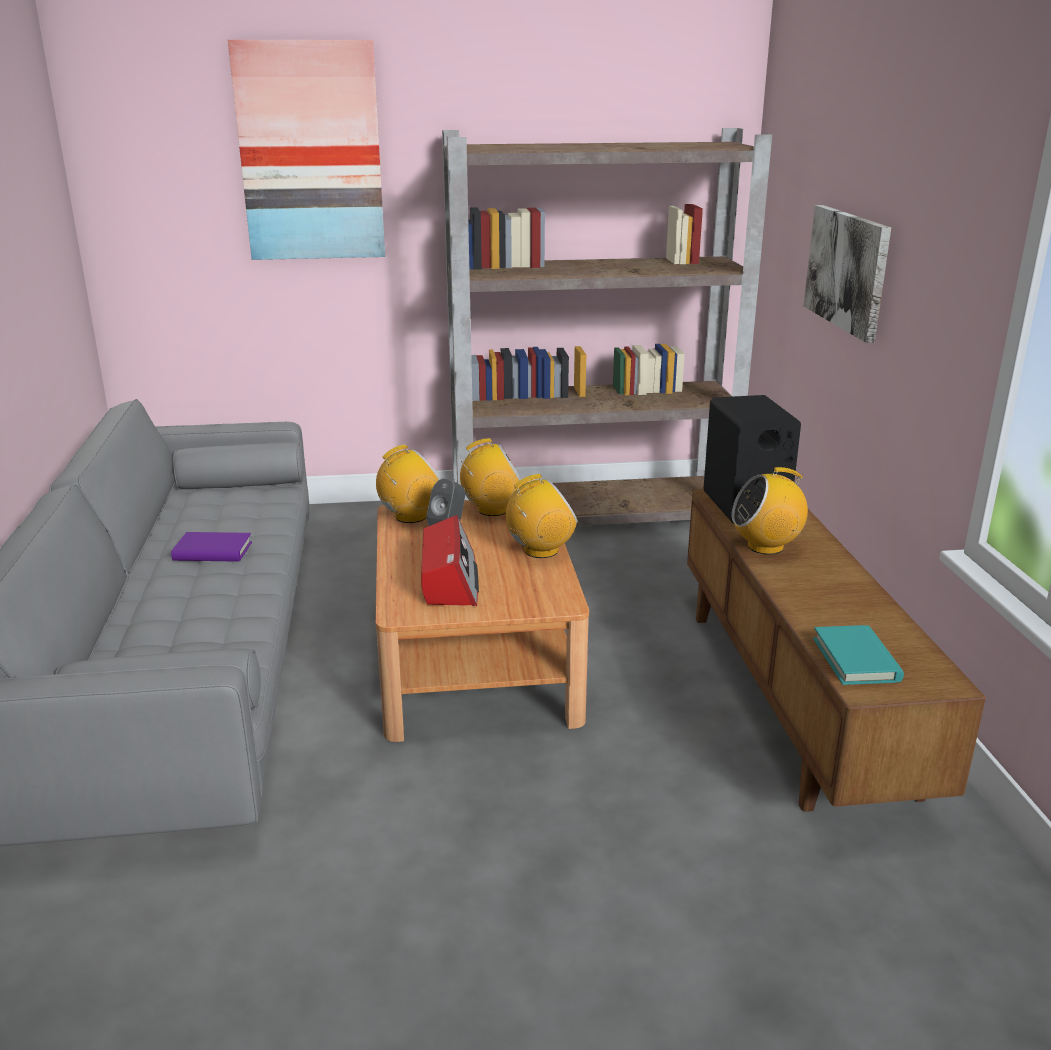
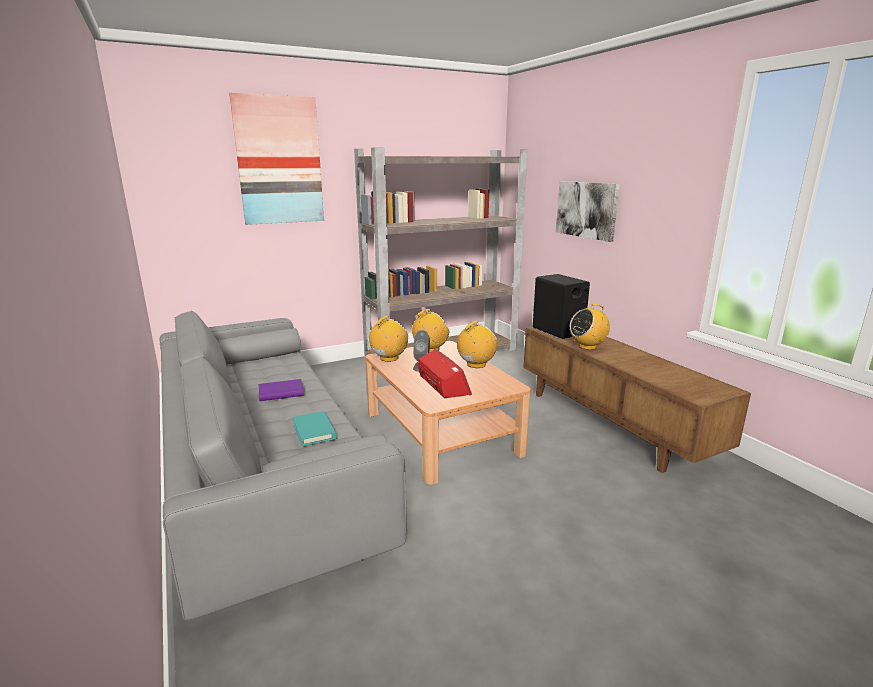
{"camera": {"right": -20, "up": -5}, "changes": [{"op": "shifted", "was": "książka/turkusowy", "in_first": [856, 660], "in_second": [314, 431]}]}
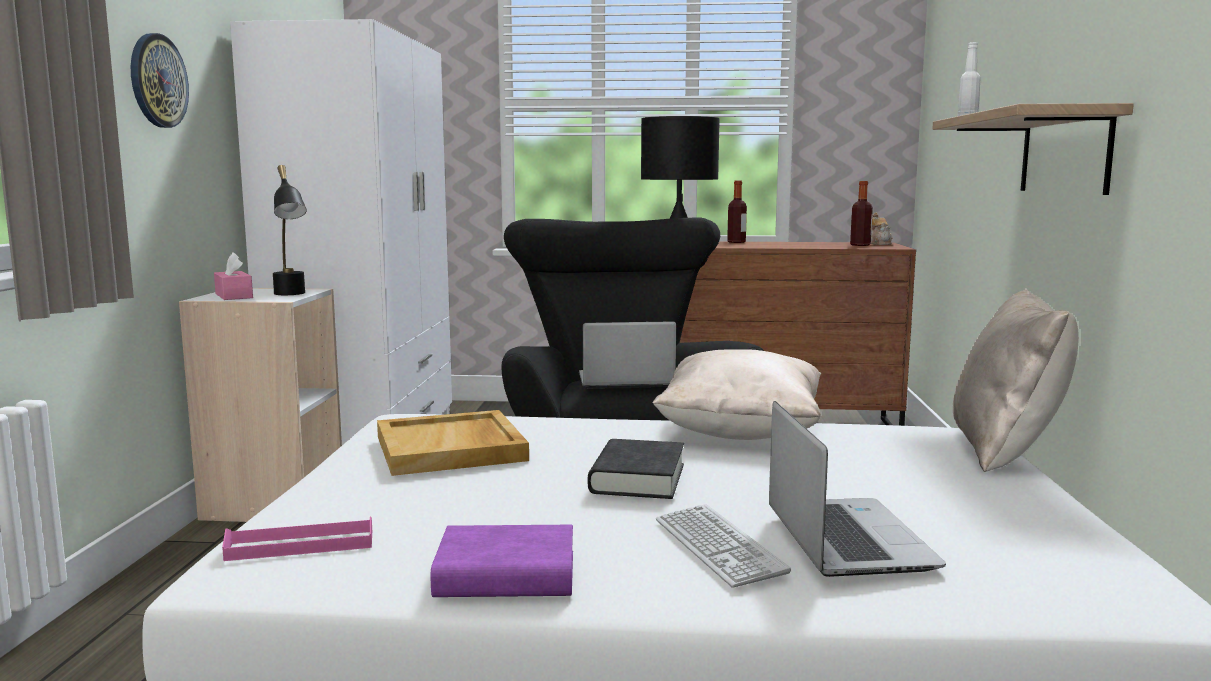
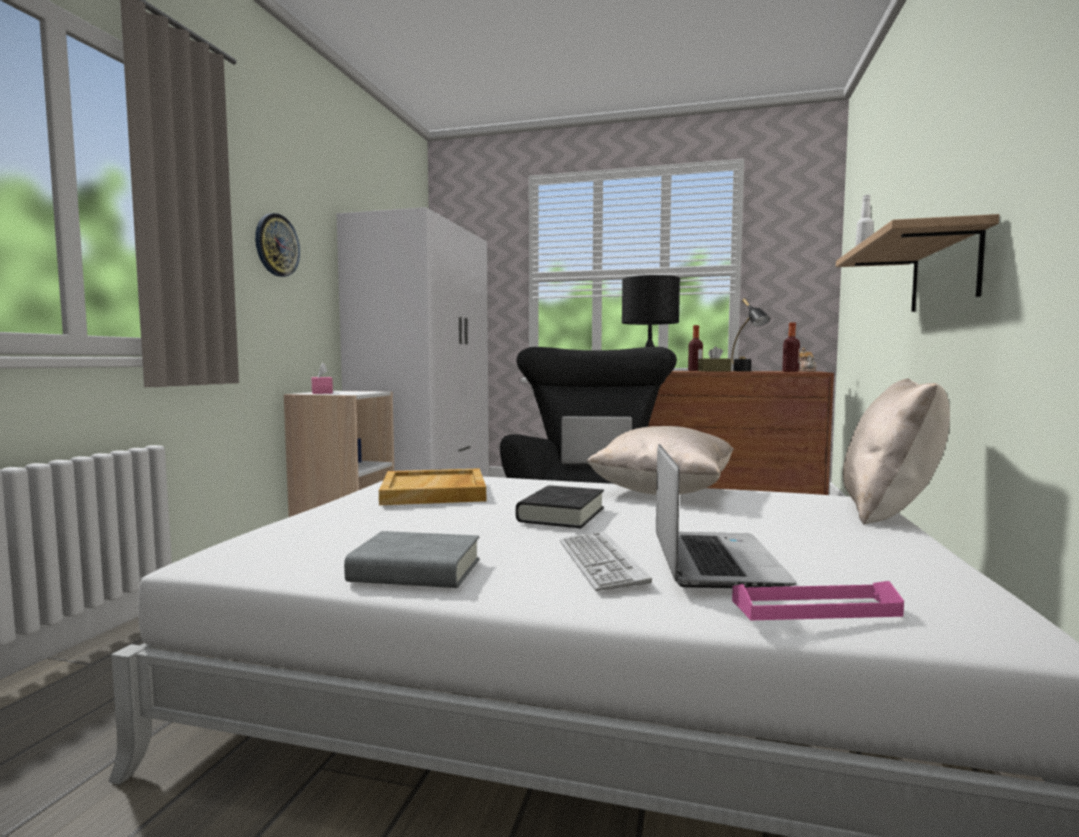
{"camera": {"right": 10, "up": -5}, "changes": [{"op": "shifted", "was": "taca/różowy", "in_first": [300, 545], "in_second": [815, 608]}, {"op": "shifted", "was": "lampa stołowa/czarny", "in_first": [291, 295], "in_second": [747, 371]}, {"op": "repainted", "was": "książka/fioletowy", "now": "książka/szary", "in_first": [506, 575], "in_second": [416, 571]}, {"op": "new", "now": "pudełko chusteczek/brązowy", "in_second": [714, 371]}]}
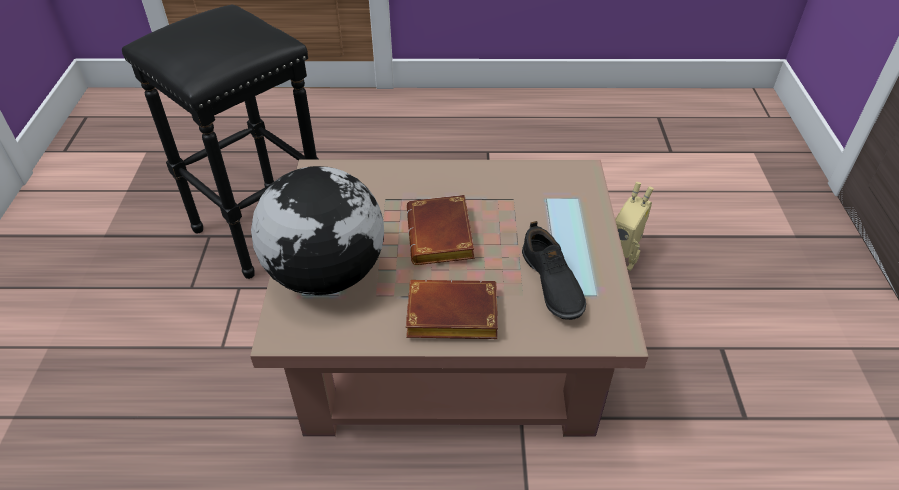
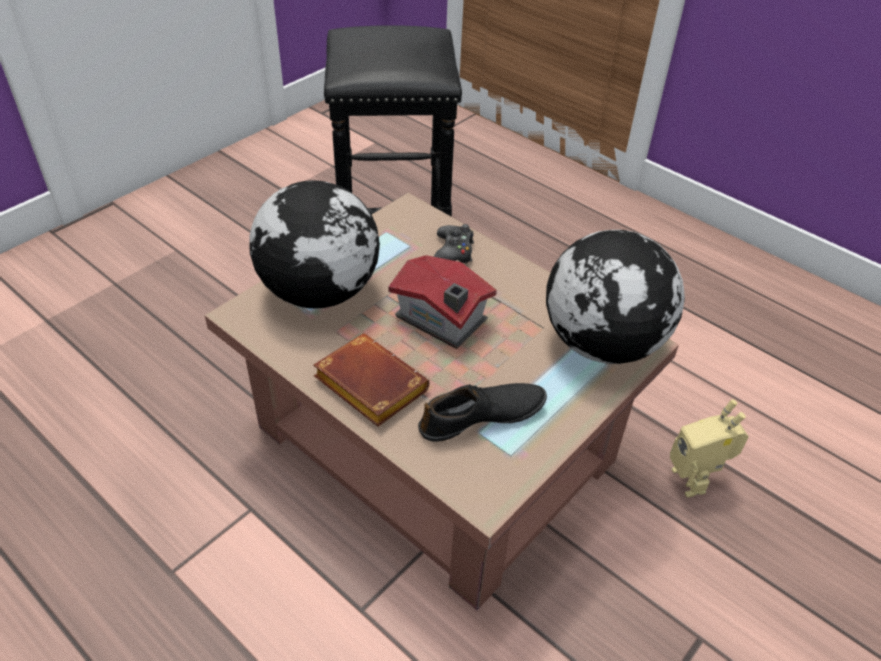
{"camera": {"right": 40, "up": 0}, "changes": [{"op": "swapped", "was": "książka/brązowy", "now": "domek", "in_first": [443, 237], "in_second": [441, 321]}, {"op": "rotated", "was": "but/czarny", "in_first": [551, 284], "in_second": [482, 417], "clockwise": -135}, {"op": "new", "now": "pad do gier/czarny", "in_second": [453, 251]}, {"op": "new", "now": "globus", "in_second": [603, 344]}]}
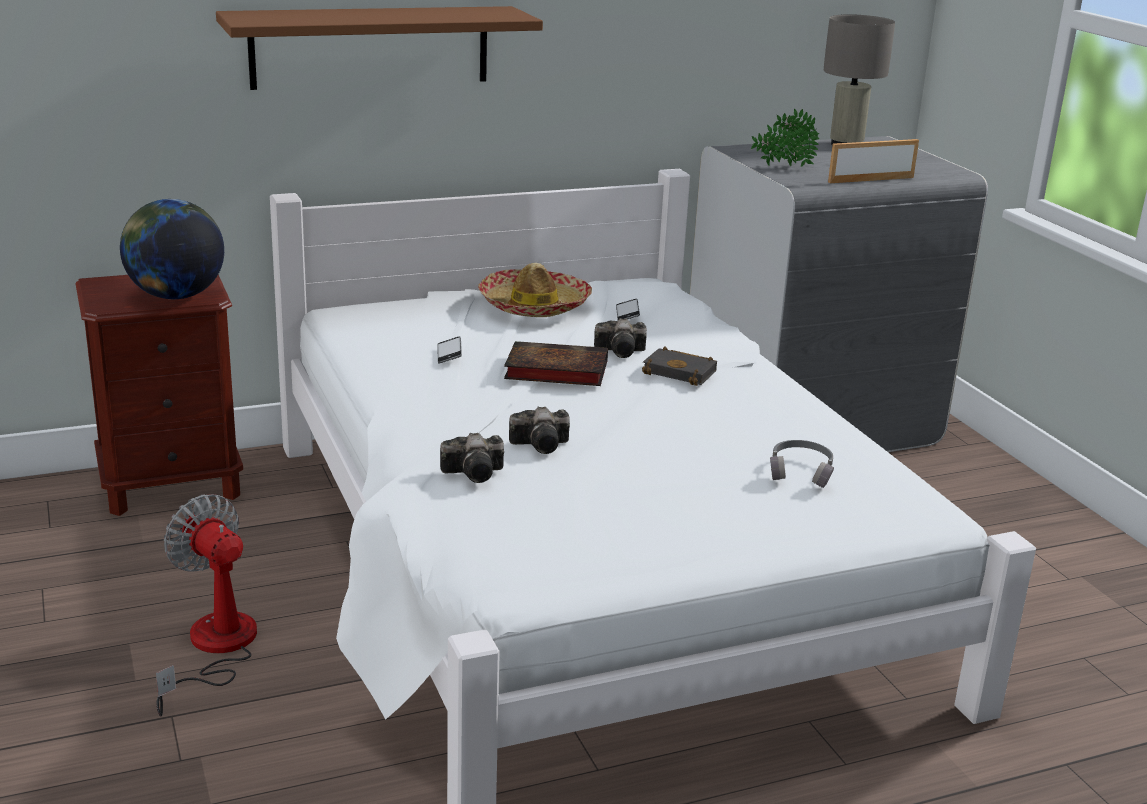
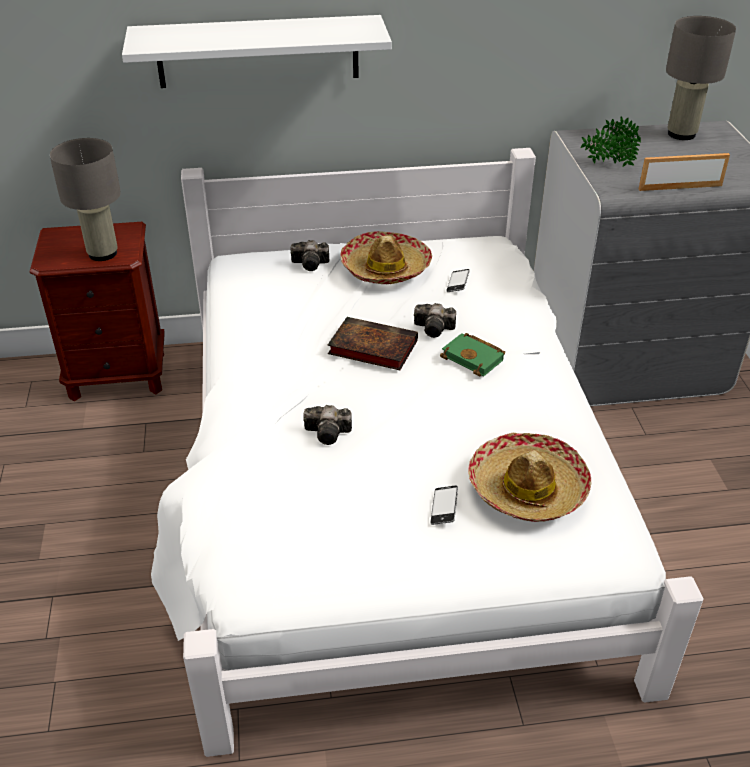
{"camera": {"right": 15, "up": 15}, "changes": [{"op": "swapped", "was": "globus", "now": "lampa stołowa/szary", "in_first": [175, 296], "in_second": [102, 253]}, {"op": "gone", "was": "wentylator", "in_first": [214, 649]}, {"op": "repainted", "was": "półka/brązowy", "now": "półka/biały", "in_first": [370, 47], "in_second": [258, 51]}, {"op": "shifted", "was": "telefon", "in_first": [449, 354], "in_second": [444, 508]}, {"op": "shifted", "was": "aparat fotograficzny", "in_first": [476, 473], "in_second": [312, 264]}, {"op": "repainted", "was": "książka/czarny", "now": "książka/zielony", "in_first": [682, 372], "in_second": [475, 358]}, {"op": "swapped", "was": "słuchawki/szary", "now": "kapelusz", "in_first": [801, 471], "in_second": [527, 488]}]}
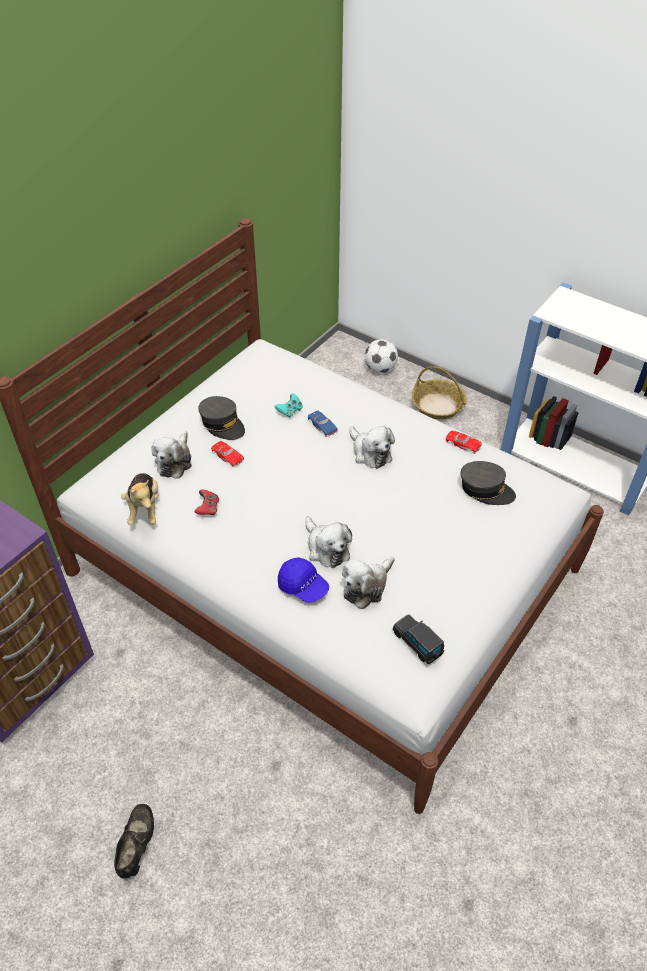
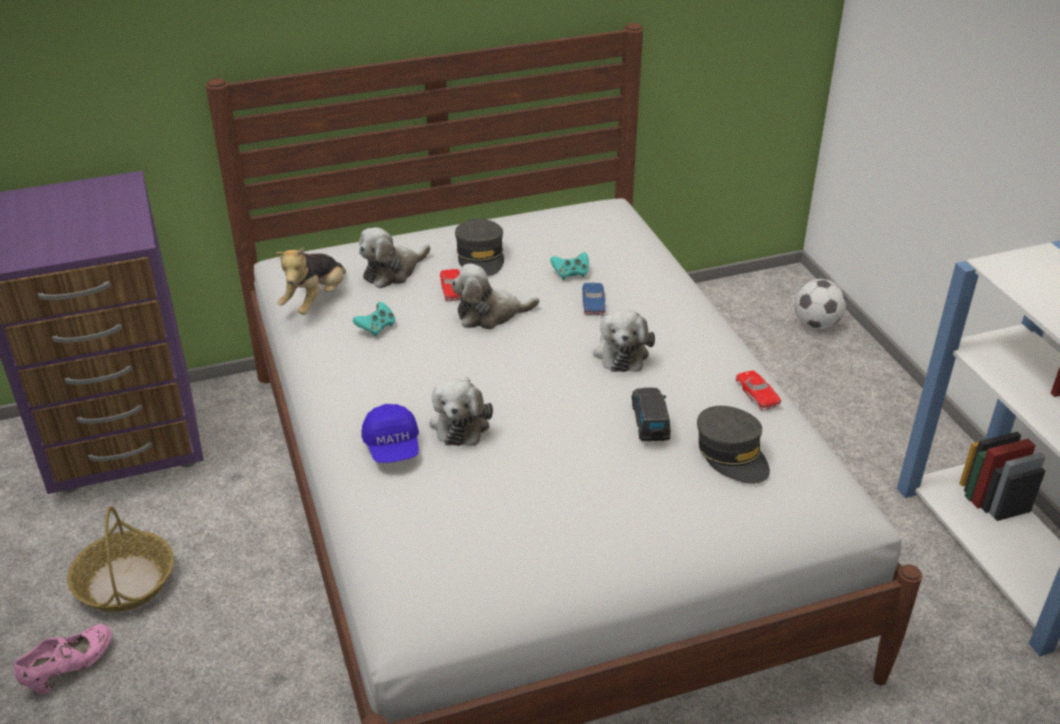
{"camera": {"right": 35, "up": -10}, "changes": [{"op": "repainted", "was": "but/czarny", "now": "but/różowy", "in_first": [137, 845], "in_second": [71, 668]}, {"op": "repainted", "was": "pad do gier/czerwony", "now": "pad do gier/turkusowy", "in_first": [208, 508], "in_second": [376, 328]}, {"op": "shifted", "was": "pluszak", "in_first": [366, 586], "in_second": [490, 314]}, {"op": "shifted", "was": "samochodzik/czarny", "in_first": [418, 644], "in_second": [650, 424]}, {"op": "shifted", "was": "koszyk", "in_first": [438, 405], "in_second": [125, 582]}]}
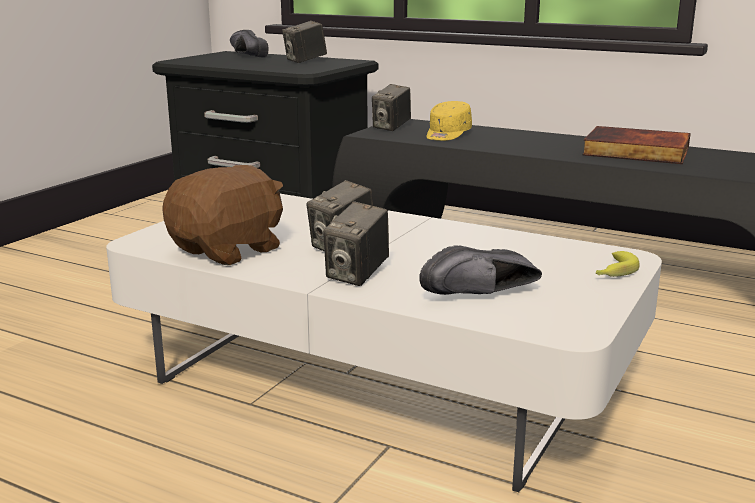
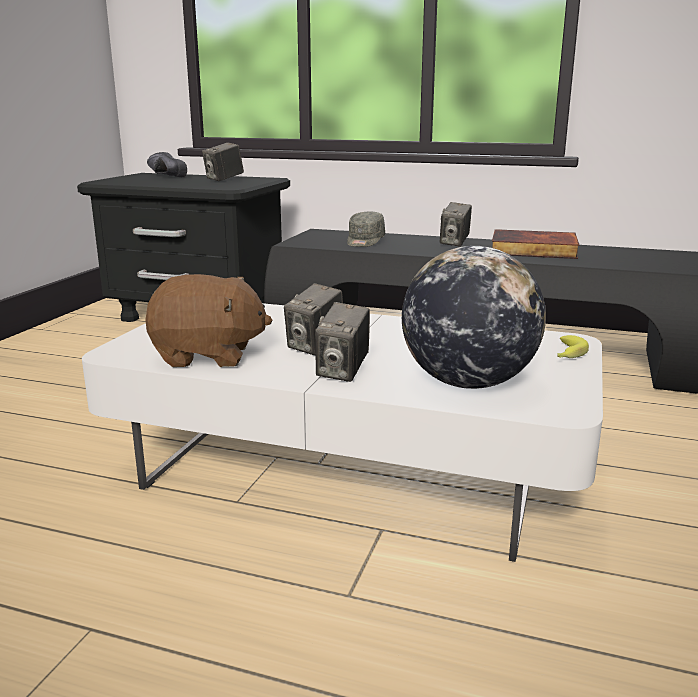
{"camera": {"right": -10, "up": 0}, "changes": [{"op": "rotated", "was": "pluszak/brązowy", "in_first": [229, 250], "in_second": [208, 356], "clockwise": 60}, {"op": "shifted", "was": "aparat fotograficzny", "in_first": [391, 128], "in_second": [454, 243]}, {"op": "swapped", "was": "but/czarny", "now": "globus", "in_first": [483, 296], "in_second": [468, 383]}, {"op": "repainted", "was": "czapka z daszkiem/żółty", "now": "czapka z daszkiem/szary", "in_first": [447, 135], "in_second": [364, 241]}]}
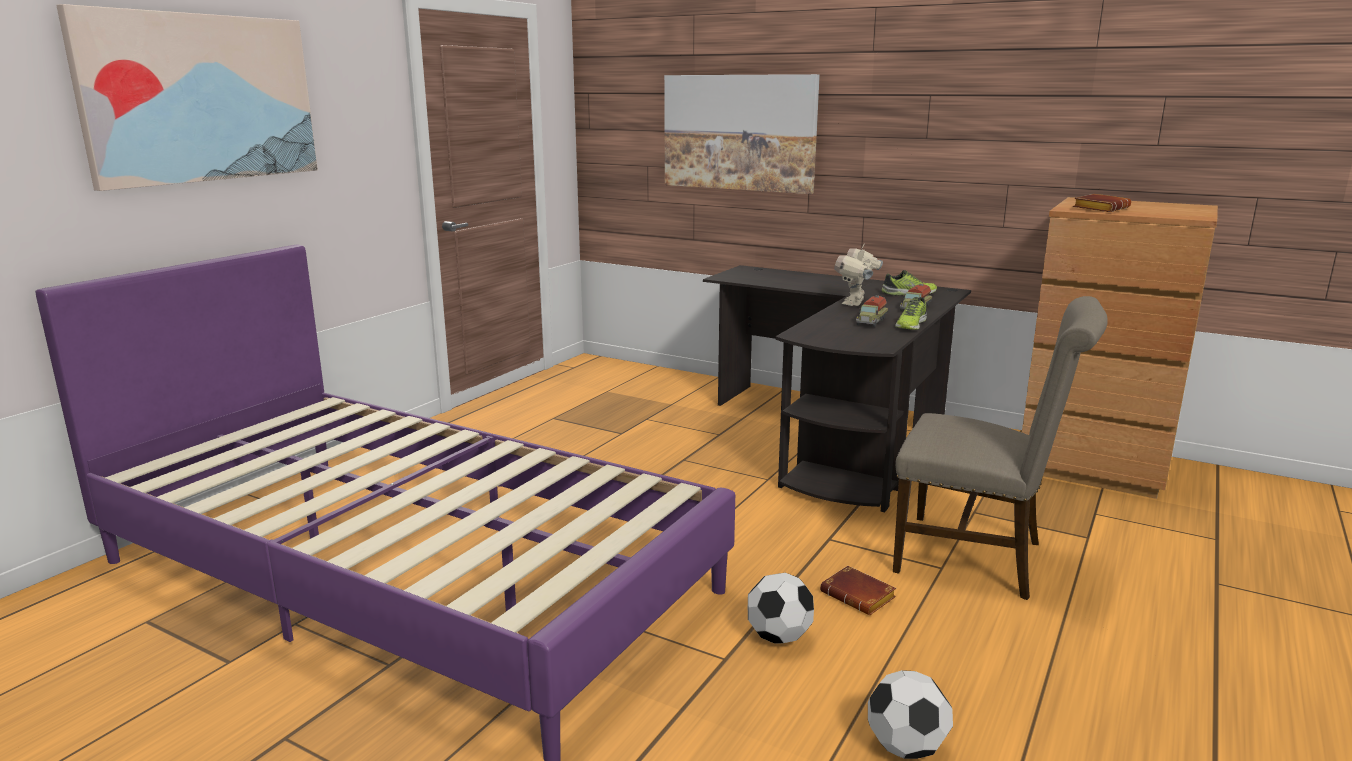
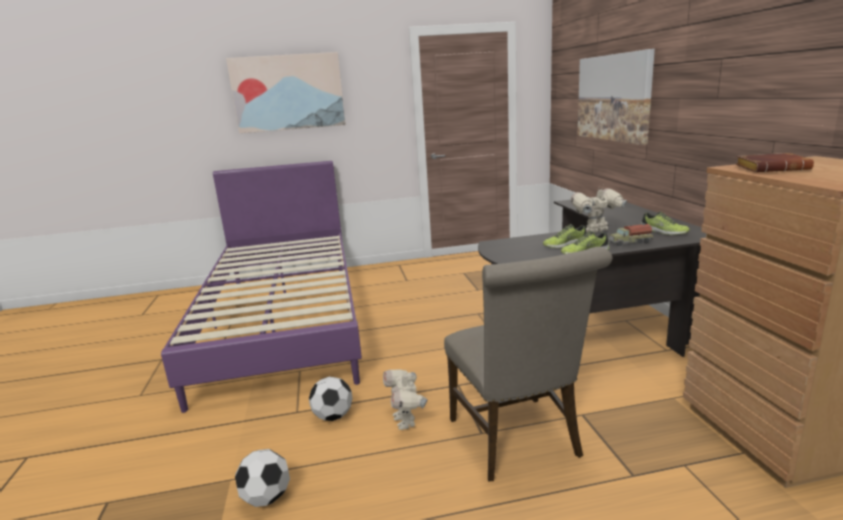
{"camera": {"right": 50, "up": 0}, "changes": [{"op": "swapped", "was": "książka/brązowy", "now": "robot zabawkowy", "in_first": [860, 596], "in_second": [406, 421]}, {"op": "swapped", "was": "ciężarówka zabawkowa", "now": "but", "in_first": [871, 321], "in_second": [564, 245]}]}
